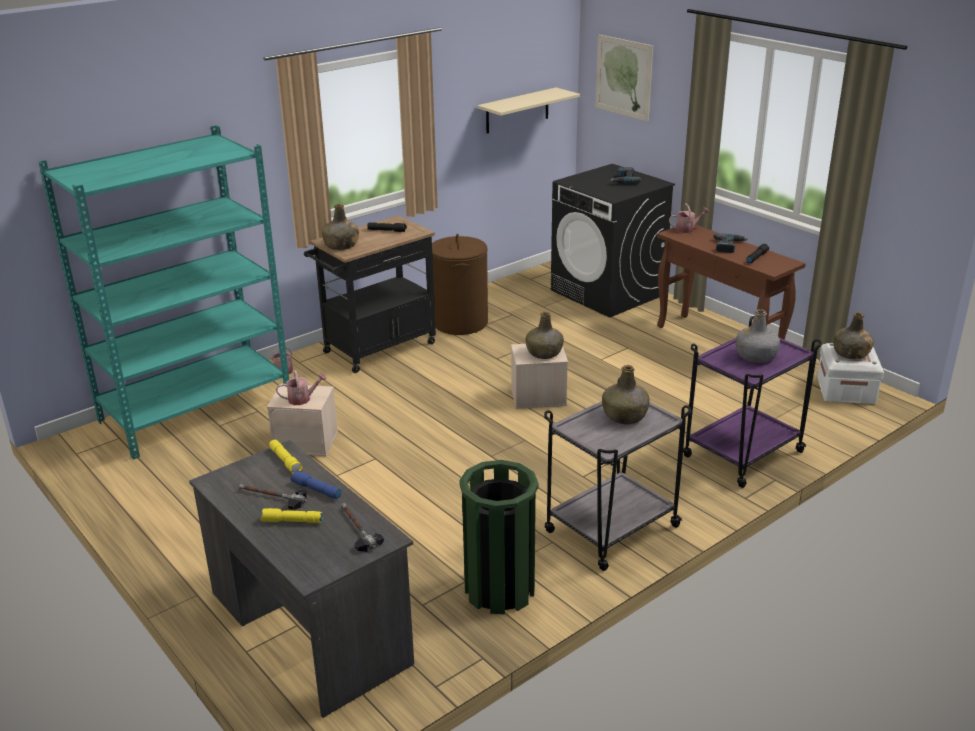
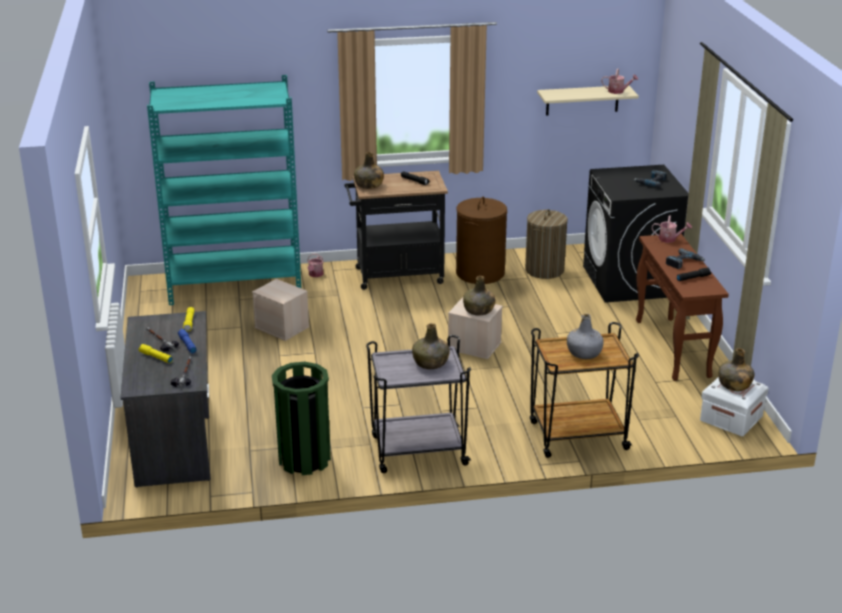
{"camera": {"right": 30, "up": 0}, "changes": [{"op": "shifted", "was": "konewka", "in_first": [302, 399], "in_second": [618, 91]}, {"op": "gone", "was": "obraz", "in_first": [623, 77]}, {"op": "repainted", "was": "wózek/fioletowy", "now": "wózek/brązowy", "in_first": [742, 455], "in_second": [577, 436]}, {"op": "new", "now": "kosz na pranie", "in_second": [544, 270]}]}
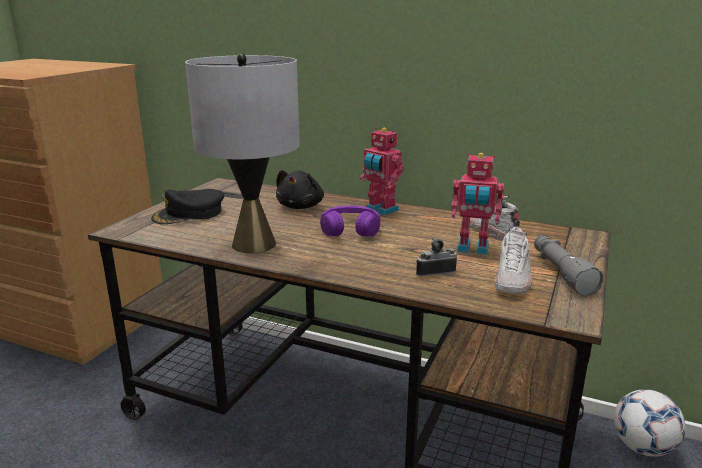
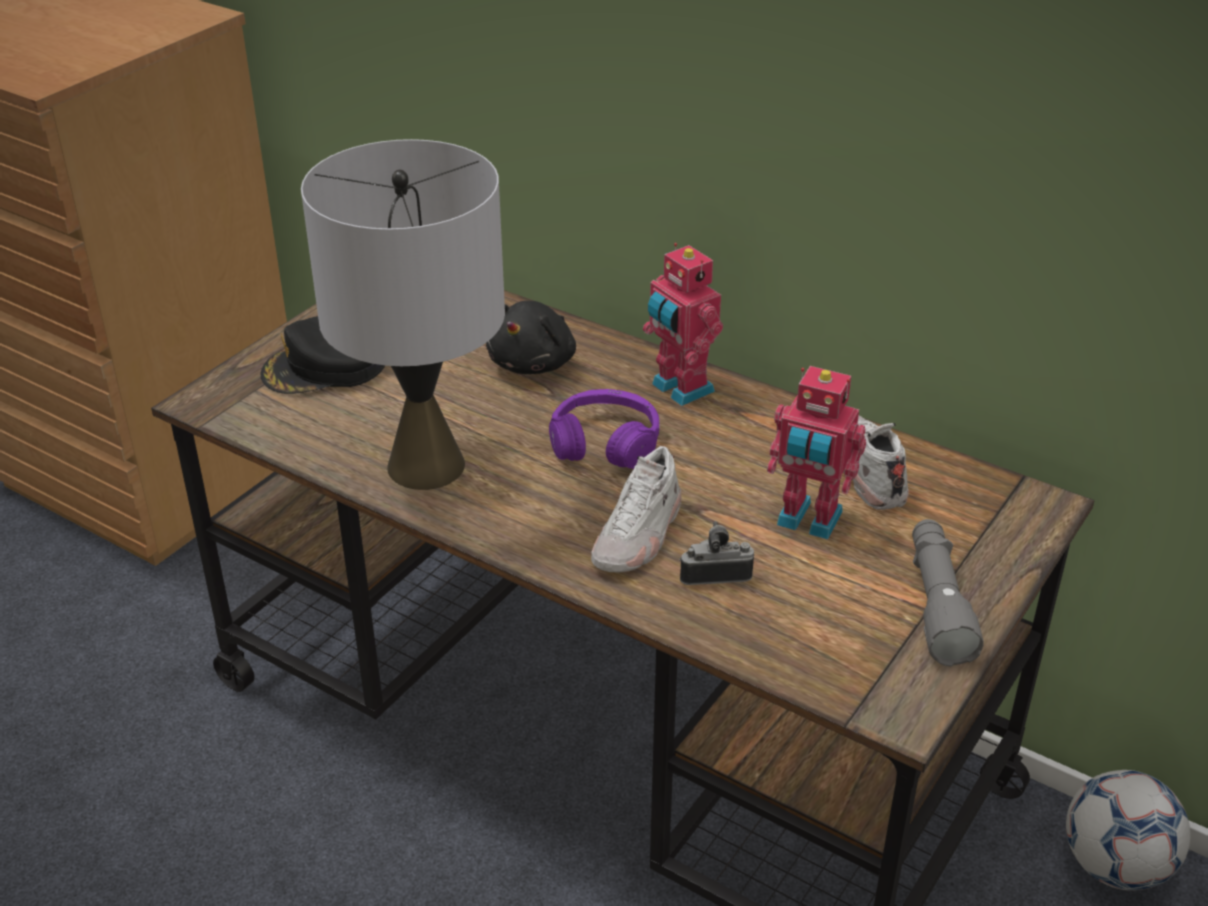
{"camera": {"right": 10, "up": 15}, "changes": [{"op": "shifted", "was": "but/biały", "in_first": [512, 279], "in_second": [639, 535]}]}
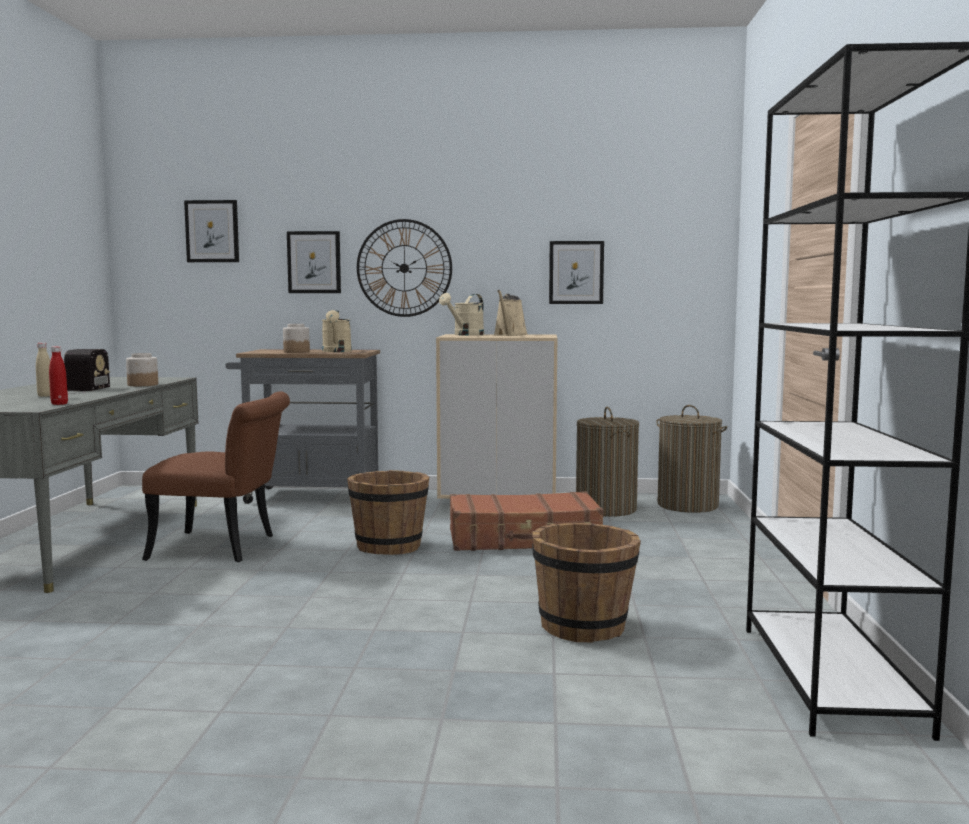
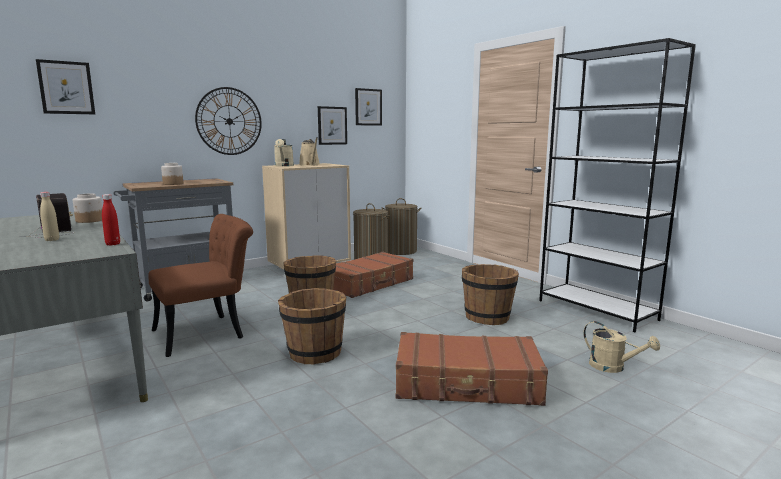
{"camera": {"right": -40, "up": 5}, "changes": [{"op": "shifted", "was": "obraz", "in_first": [314, 262], "in_second": [368, 107]}, {"op": "shifted", "was": "konewka/beżowy", "in_first": [336, 351], "in_second": [613, 367]}, {"op": "new", "now": "wiadro/brązowy", "in_second": [314, 353]}, {"op": "new", "now": "walizka/brązowy", "in_second": [467, 384]}]}
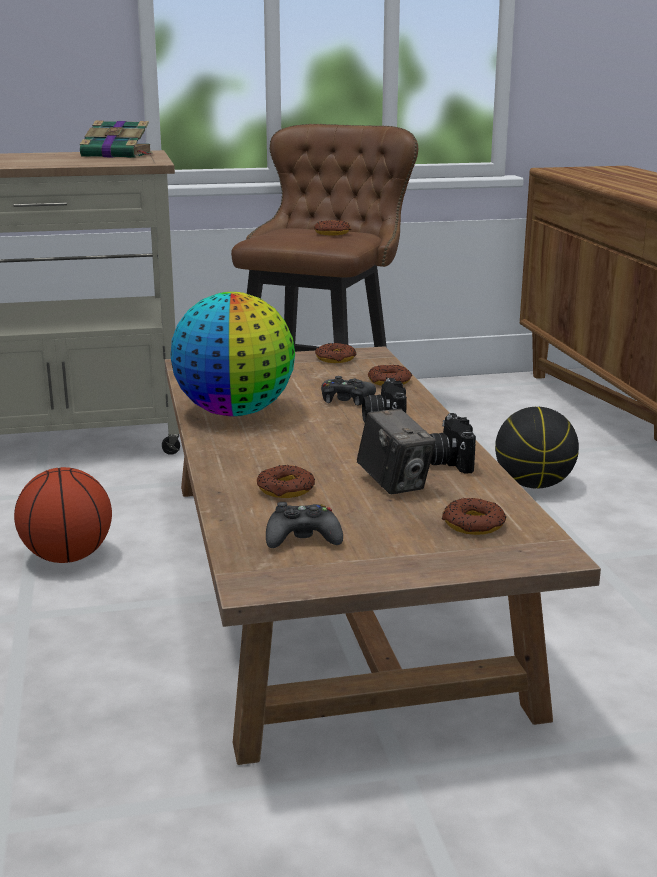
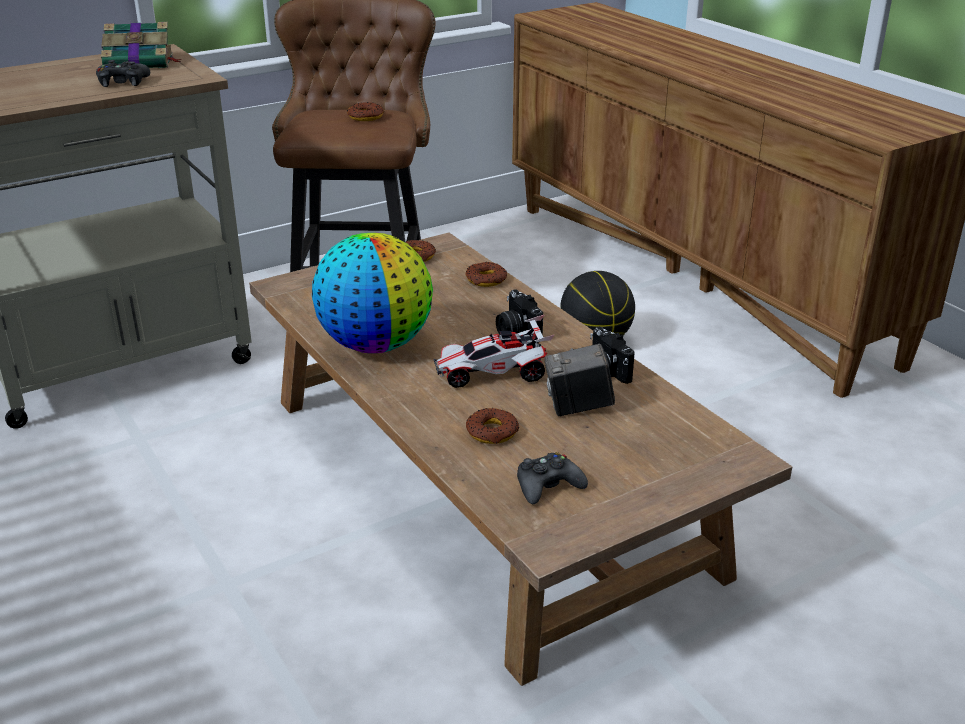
{"camera": {"right": -20, "up": 10}, "changes": [{"op": "gone", "was": "piłka do koszykówki", "in_first": [67, 557]}, {"op": "shifted", "was": "pad do gier/czarny", "in_first": [346, 399], "in_second": [123, 82]}, {"op": "rotated", "was": "aparat fotograficzny", "in_first": [394, 484], "in_second": [578, 407], "clockwise": 135}, {"op": "gone", "was": "donut", "in_first": [473, 524]}, {"op": "new", "now": "samochodzik", "in_second": [492, 374]}]}
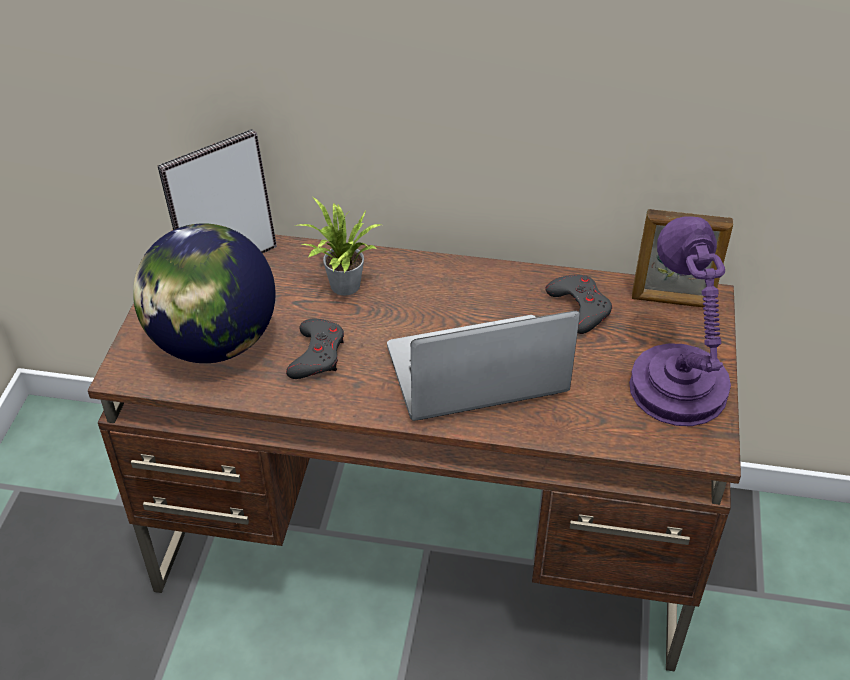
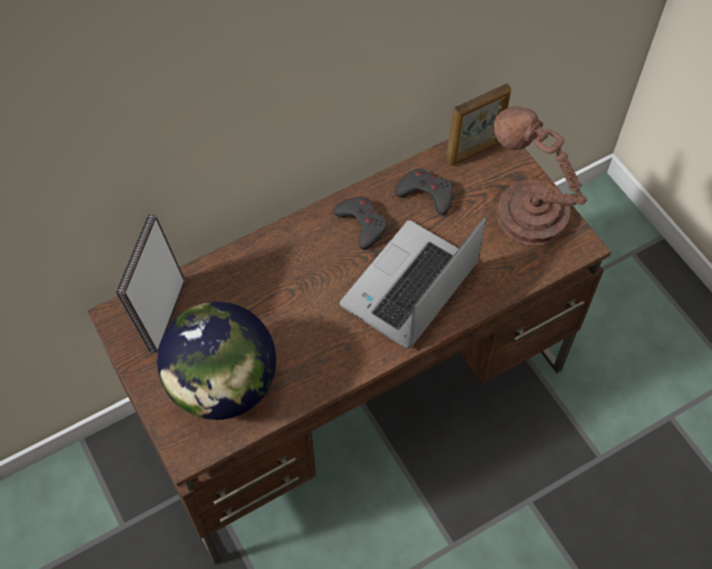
{"camera": {"right": -40, "up": 15}, "changes": [{"op": "shifted", "was": "pad do gier/szary", "in_first": [317, 354], "in_second": [362, 224]}, {"op": "gone", "was": "roślina doniczkowa", "in_first": [342, 287]}, {"op": "repainted", "was": "lampa stołowa/fioletowy", "now": "lampa stołowa/brązowy", "in_first": [675, 383], "in_second": [526, 212]}]}
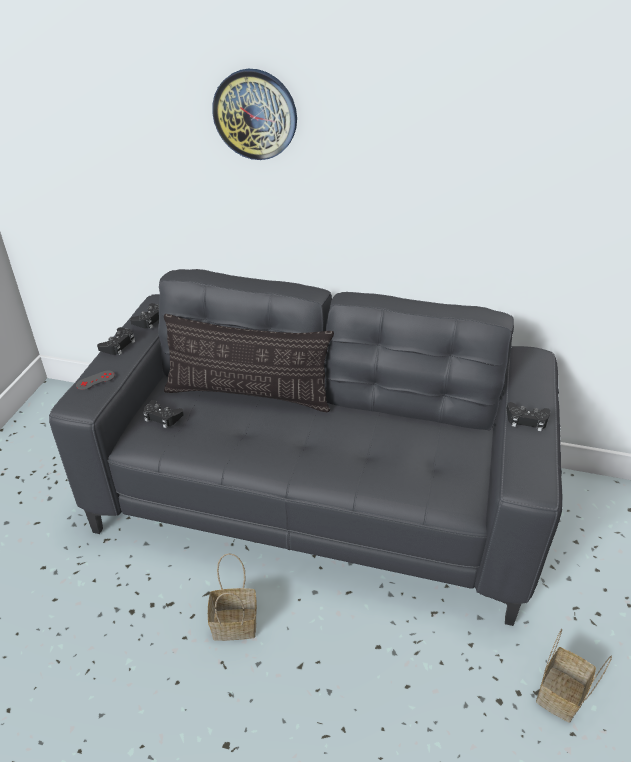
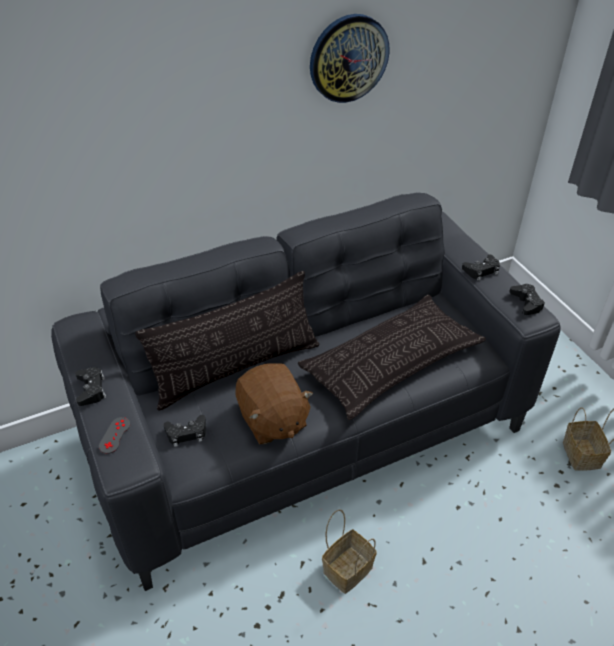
{"camera": {"right": -40, "up": 5}, "changes": [{"op": "shifted", "was": "pad do gier/czarny", "in_first": [150, 319], "in_second": [526, 303]}, {"op": "shifted", "was": "zegar ścienny", "in_first": [255, 114], "in_second": [348, 58]}, {"op": "new", "now": "pluszak/brązowy", "in_second": [272, 420]}, {"op": "new", "now": "poduszka", "in_second": [391, 362]}]}
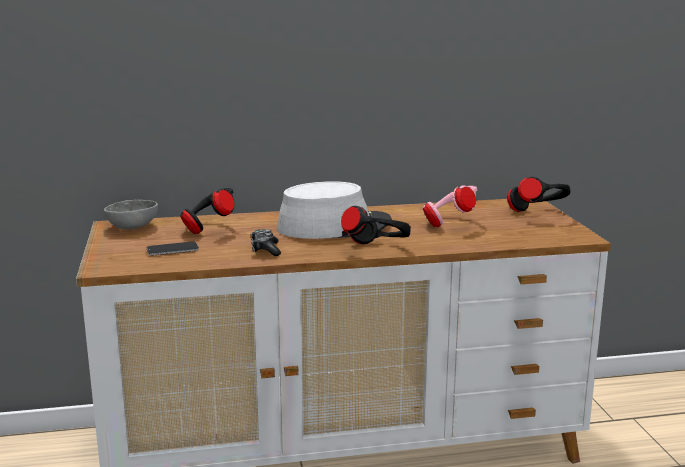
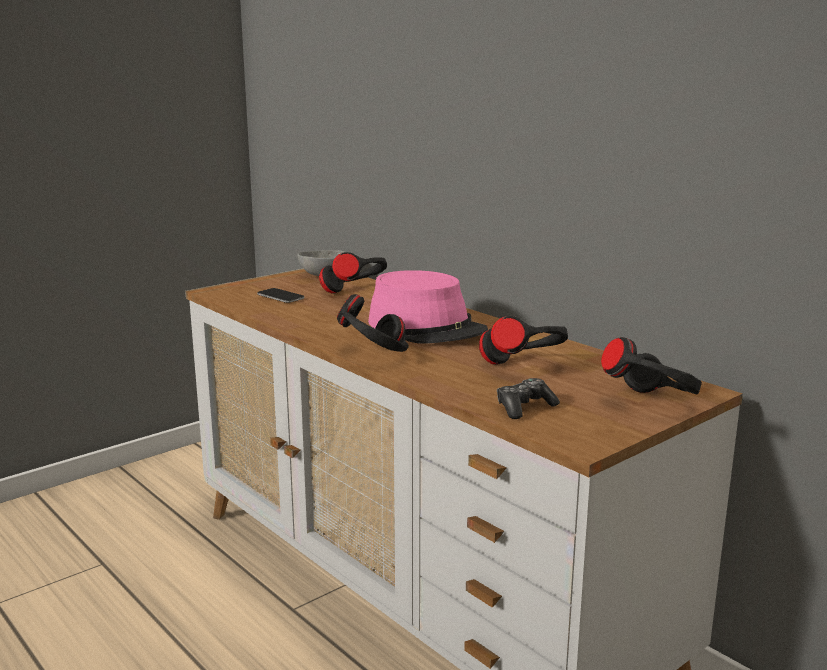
{"camera": {"right": 60, "up": 0}, "changes": [{"op": "shifted", "was": "pad do gier", "in_first": [265, 249], "in_second": [524, 407]}, {"op": "repainted", "was": "kapelusz/szary", "now": "kapelusz/różowy", "in_first": [334, 226], "in_second": [427, 327]}, {"op": "repainted", "was": "słuchawki/różowy", "now": "słuchawki/czarny", "in_first": [450, 223], "in_second": [524, 367]}]}
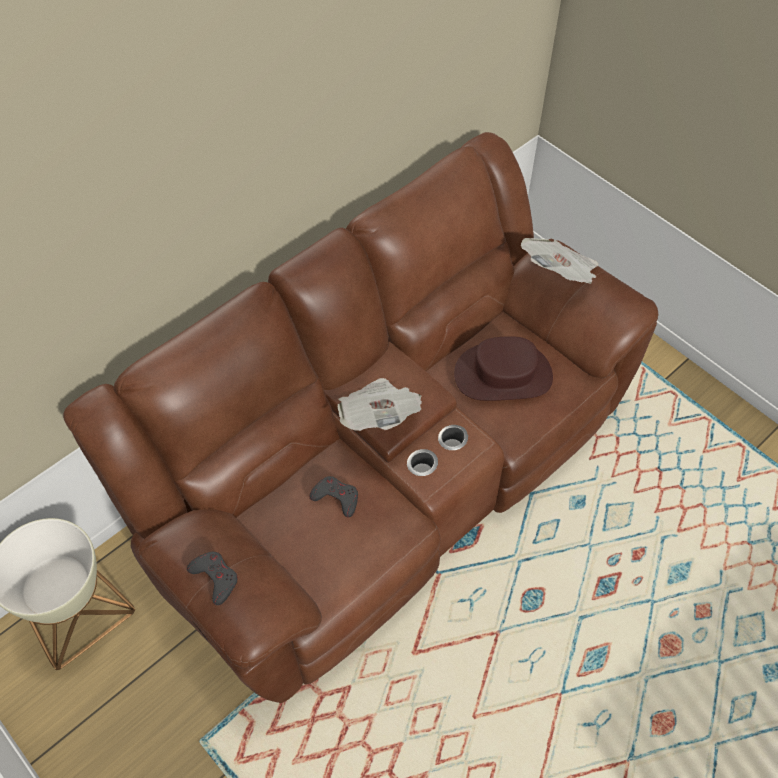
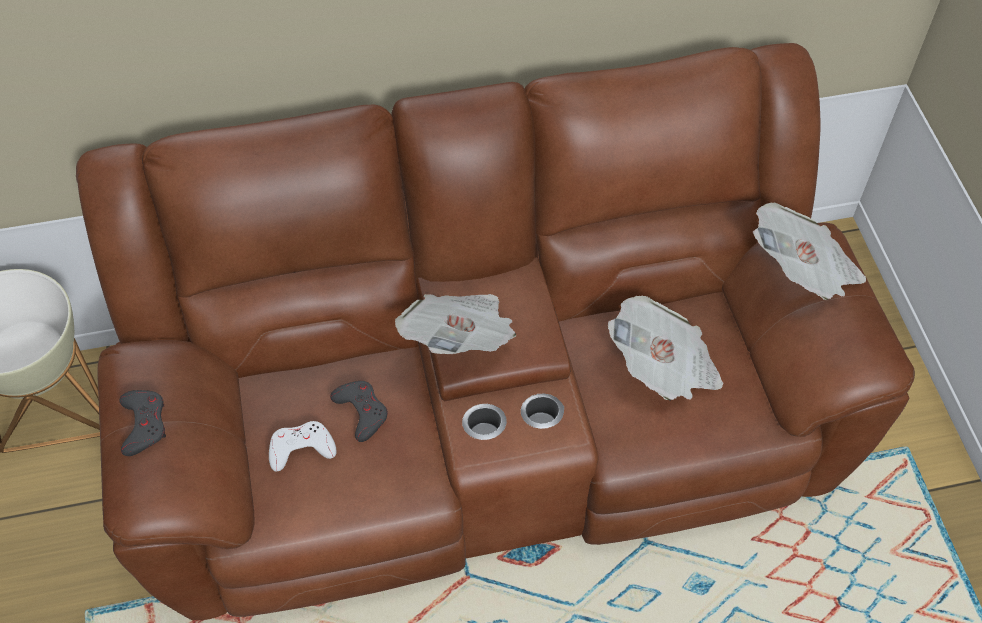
{"camera": {"right": 30, "up": 0}, "changes": [{"op": "swapped", "was": "kapelusz/brązowy", "now": "gazeta", "in_first": [503, 375], "in_second": [663, 367]}, {"op": "new", "now": "pad do gier/biały", "in_second": [301, 448]}]}
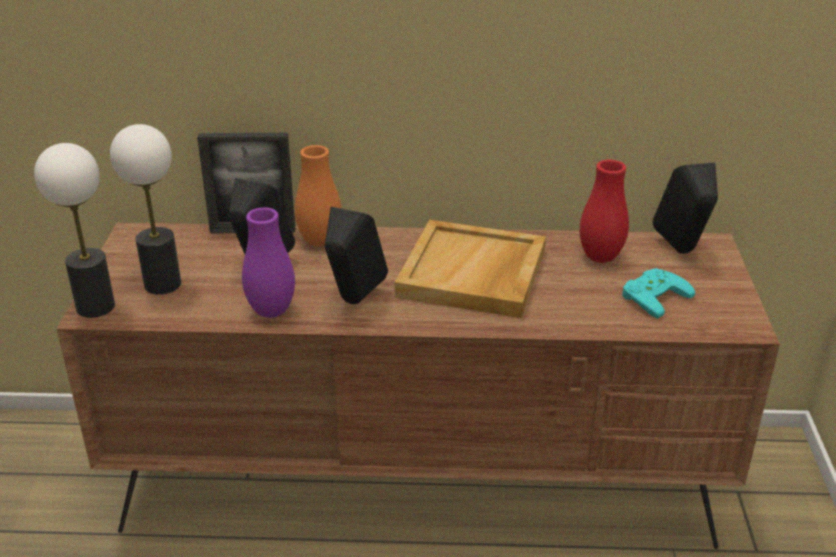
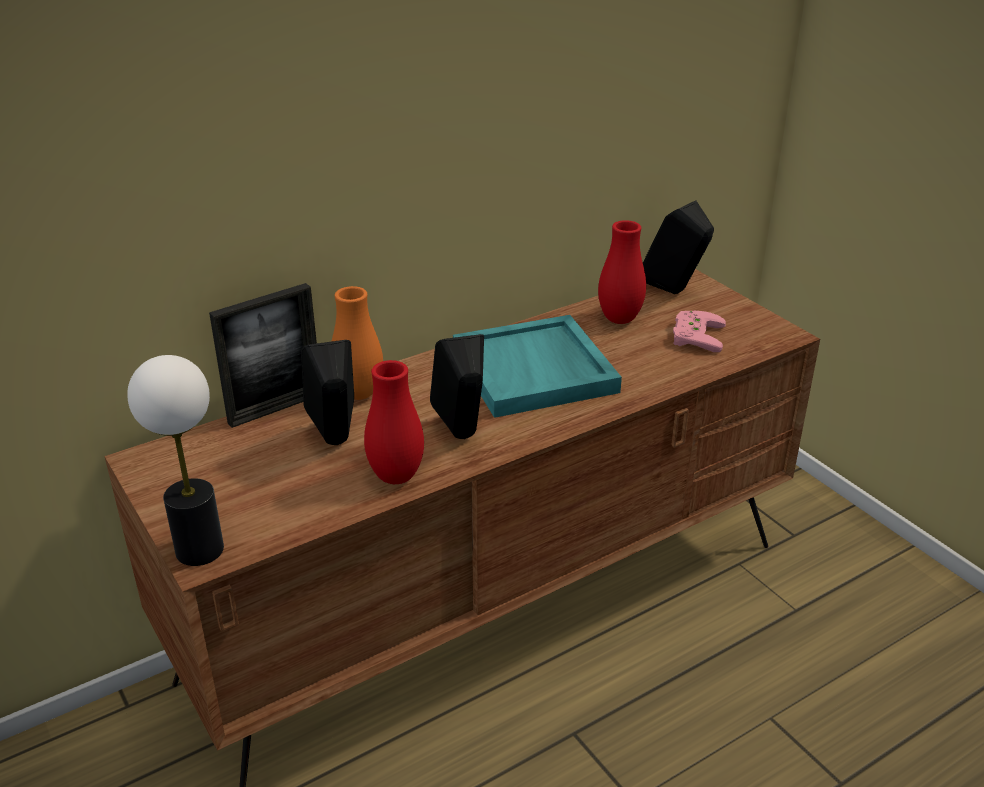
{"camera": {"right": -35, "up": 0}, "changes": [{"op": "gone", "was": "lampa stołowa", "in_first": [163, 284]}, {"op": "repainted", "was": "wazon/fioletowy", "now": "wazon/czerwony", "in_first": [271, 311], "in_second": [396, 476]}, {"op": "repainted", "was": "taca/beżowy", "now": "taca/turkusowy", "in_first": [473, 274], "in_second": [535, 371]}, {"op": "repainted", "was": "pad do gier/turkusowy", "now": "pad do gier/różowy", "in_first": [652, 295], "in_second": [693, 335]}]}
